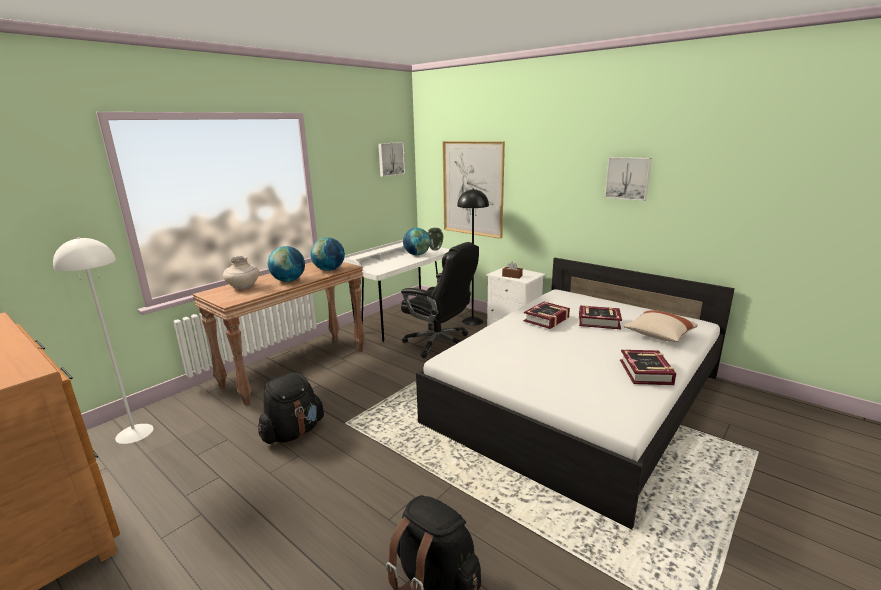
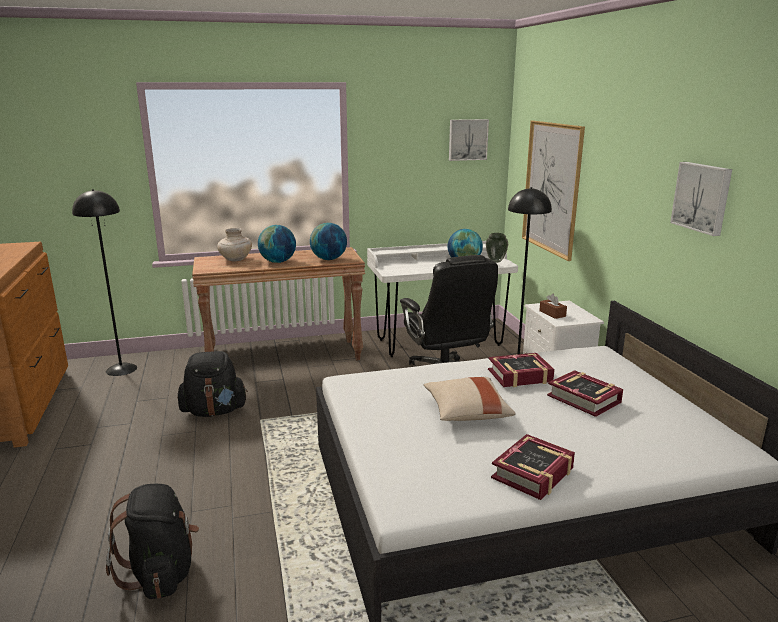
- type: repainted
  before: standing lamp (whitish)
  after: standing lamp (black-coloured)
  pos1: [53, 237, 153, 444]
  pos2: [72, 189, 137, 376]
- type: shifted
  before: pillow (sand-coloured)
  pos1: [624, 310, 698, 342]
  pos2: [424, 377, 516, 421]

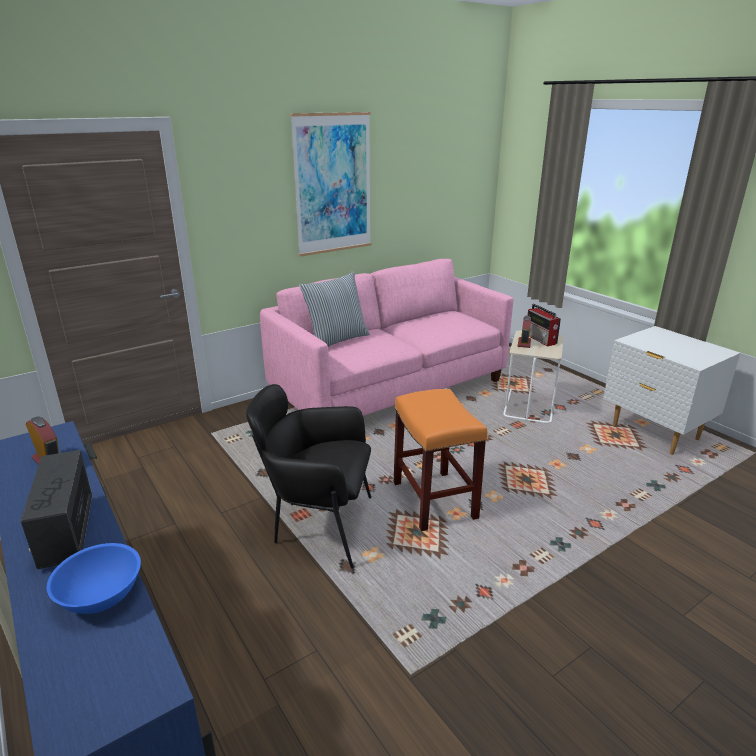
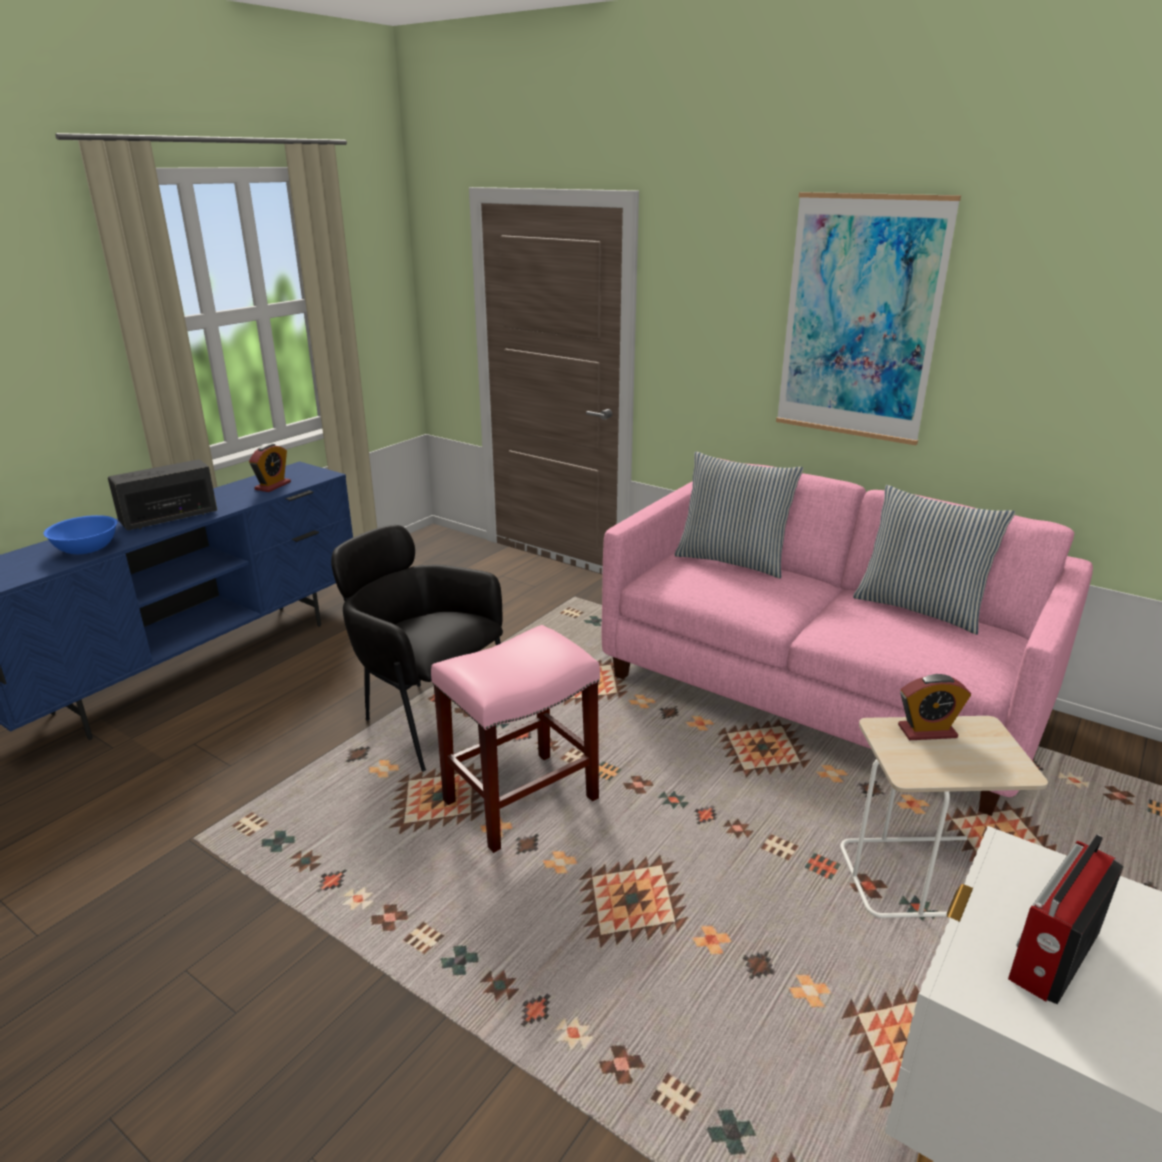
- type: rotated
  before: armchair (black-coloured)
  pos1: [246, 384, 372, 569]
  pos2: [331, 525, 503, 772]
  turn: -45
- type: repainted
  before: stool (orange)
  after: stool (pink)
  pos1: [394, 389, 487, 531]
  pos2: [431, 625, 600, 853]
- type: new
  after: pillow
  pos2: [853, 485, 1015, 635]
- type: shifted
  before: radio
  pos1: [527, 304, 561, 346]
  pos2: [1008, 834, 1124, 1005]

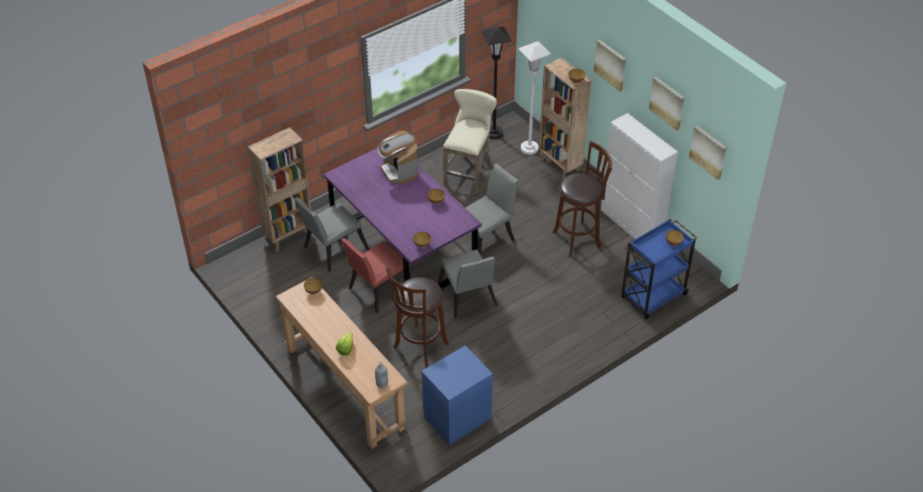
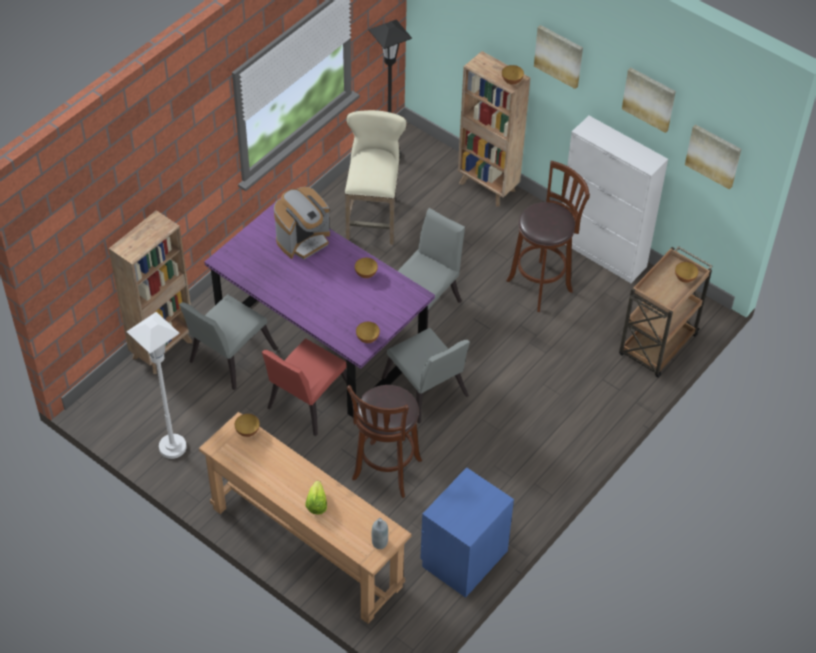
- type: shifted
  before: standing lamp (whitish)
  pos1: [518, 41, 551, 155]
  pos2: [127, 312, 187, 459]
- type: rotated
  before: coffee brewer
  pos1: [377, 130, 418, 185]
  pos2: [274, 187, 330, 260]
  turn: -90
- type: repainted
  before: cart (bluish)
  after: cart (brown-coloured)
  pos1: [621, 219, 698, 319]
  pos2: [619, 246, 713, 378]

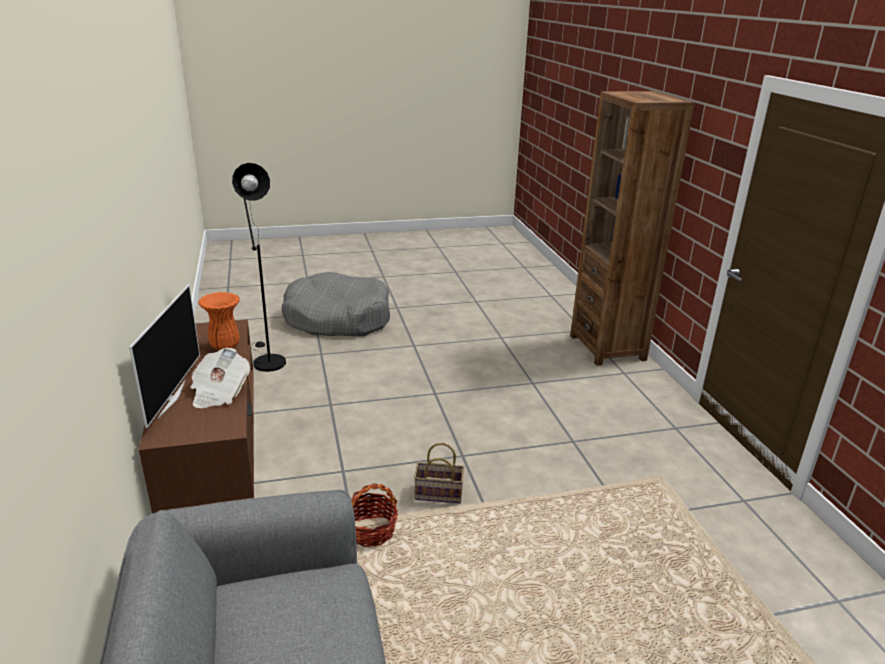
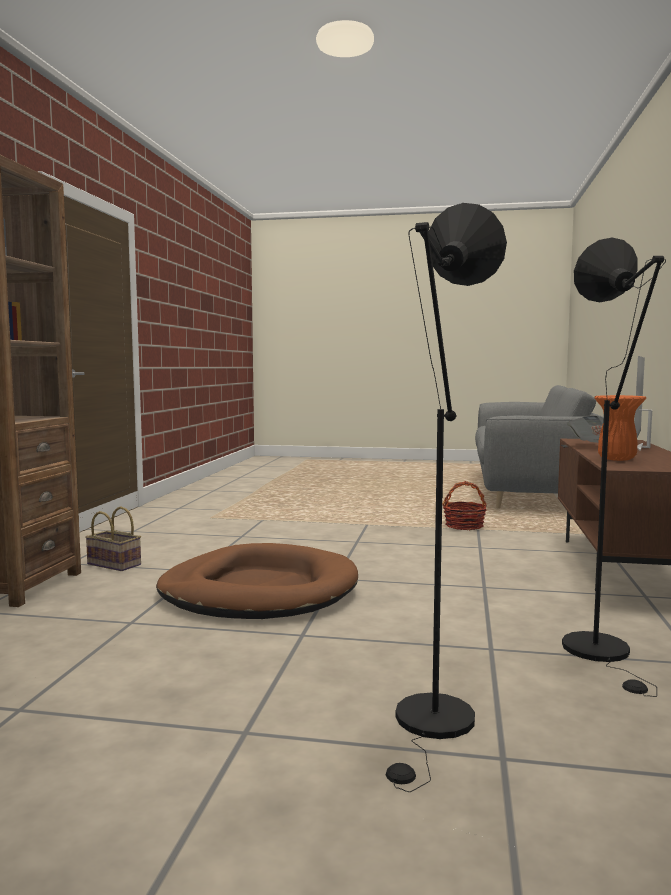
- type: shifted
  before: storage basket
  pos1: [414, 443, 464, 504]
  pos2: [85, 506, 141, 571]
- type: new
  after: pet bed (brown-coloured)
  pos2: [156, 543, 358, 619]
- type: swapped
  before: pet bed (gray)
  after: standing lamp (black-coloured)
  pos1: [281, 272, 390, 336]
  pos2: [386, 203, 507, 792]

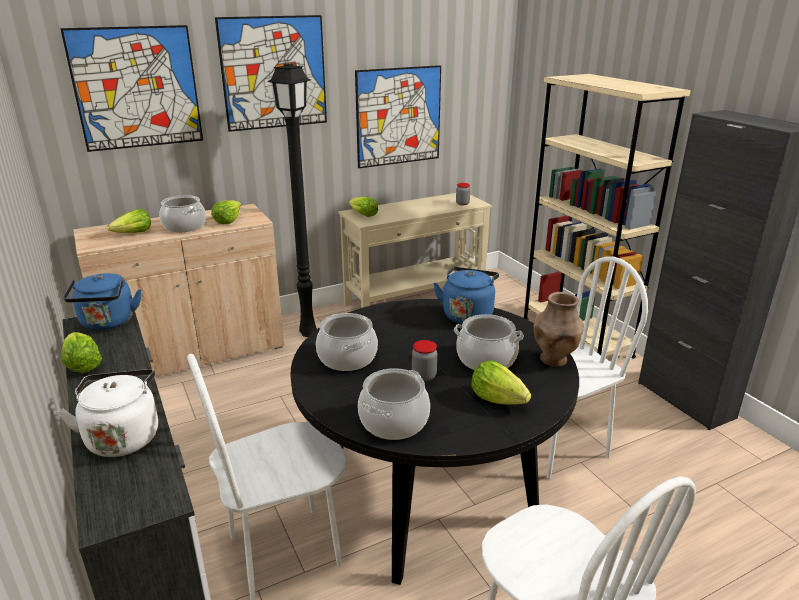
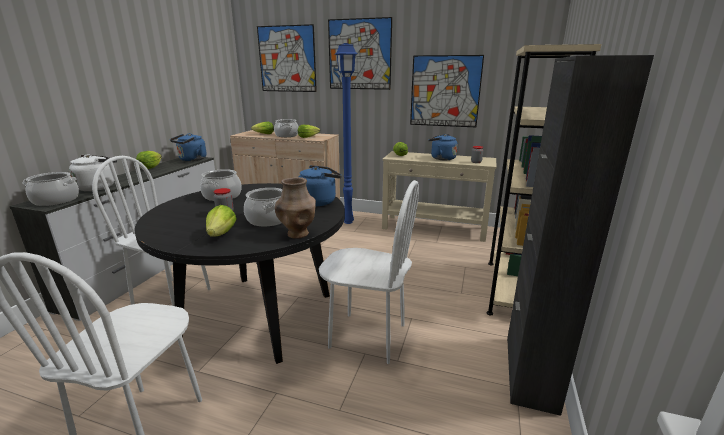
- type: shifted
  before: stockpot
  pos1: [358, 368, 430, 440]
  pos2: [23, 172, 79, 206]
- type: repainted
  before: standing lamp (black-coloured)
  after: standing lamp (bluish)
  pos1: [267, 64, 317, 337]
  pos2: [335, 43, 358, 224]
- type: new
  after: tea kettle (bluish)
  pos2: [428, 134, 458, 160]

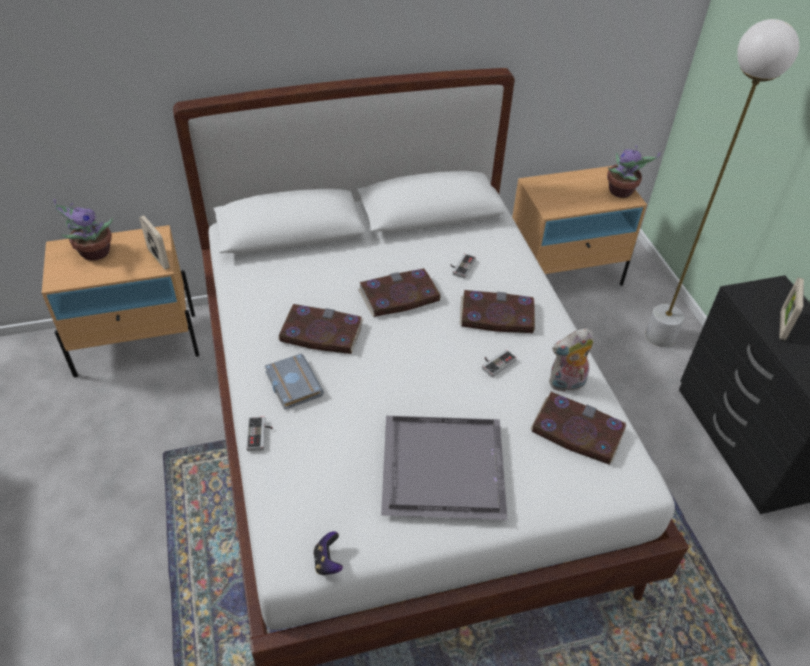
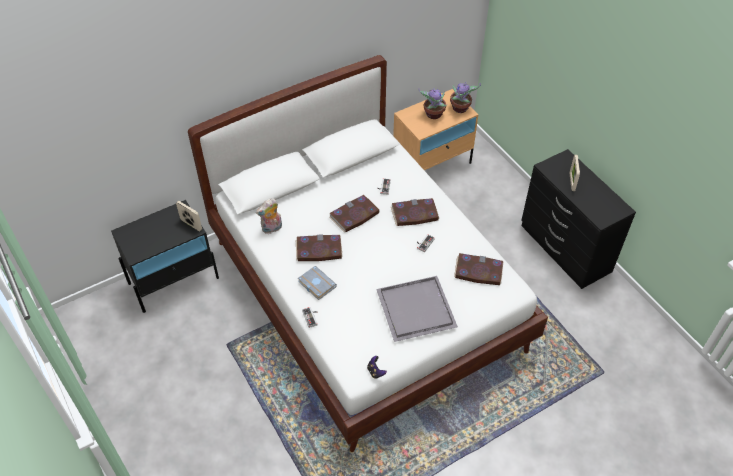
- type: repainted
  before: nightstand (sand-coloured)
  after: nightstand (black-coloured)
  pos1: [42, 225, 199, 377]
  pos2: [111, 200, 219, 313]
- type: shifted
  before: plush toy
  pos1: [549, 328, 594, 392]
  pos2: [256, 198, 282, 234]
- type: shifted
  before: houseplant
  pos1: [53, 199, 113, 261]
  pos2: [418, 88, 447, 119]
- type: gone
  before: standing lamp (whitish)
  pos1: [645, 19, 799, 347]

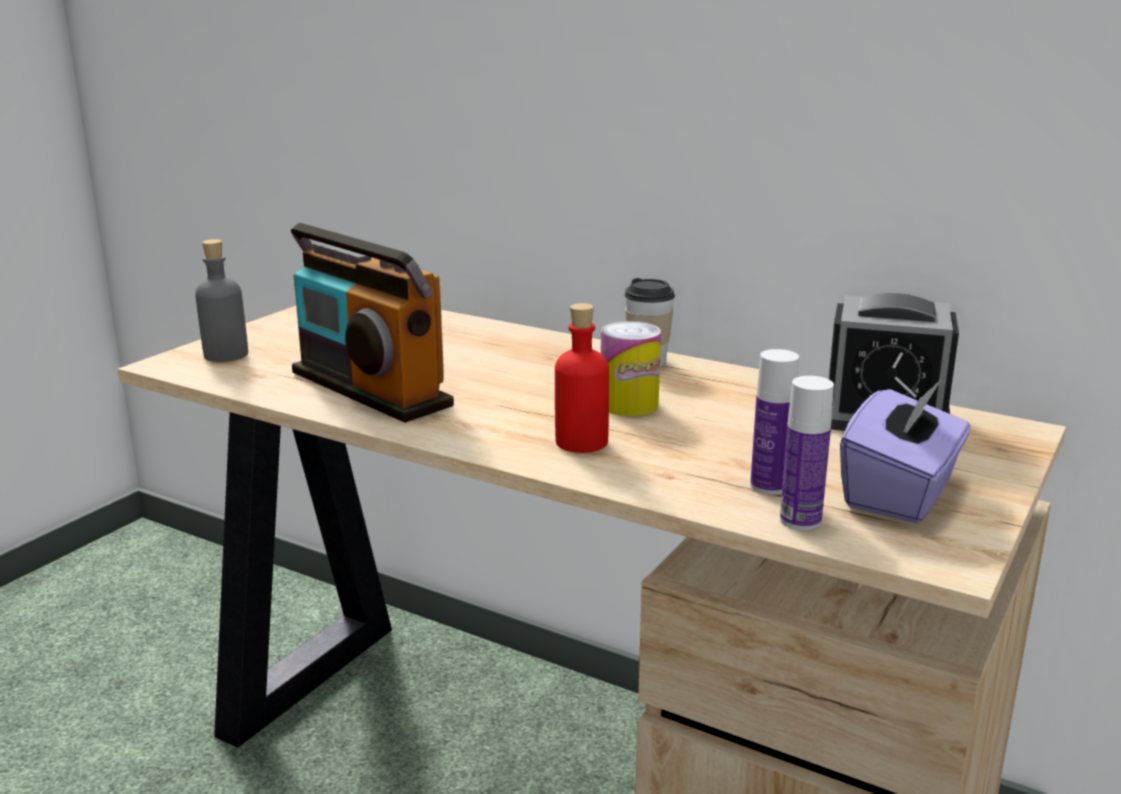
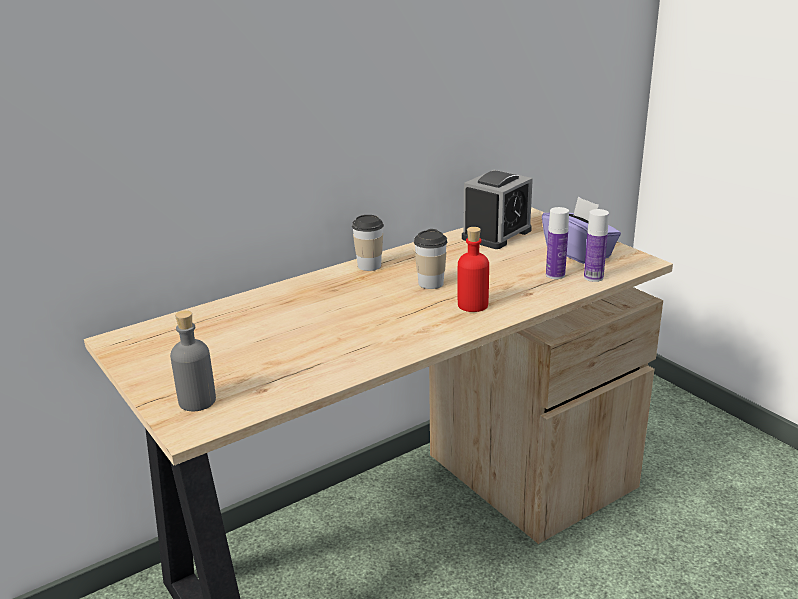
- type: swapped
  before: can
  after: small cup
  pos1: [601, 321, 661, 416]
  pos2: [414, 229, 447, 289]
- type: gone
  before: radio
  pos1: [291, 223, 454, 423]

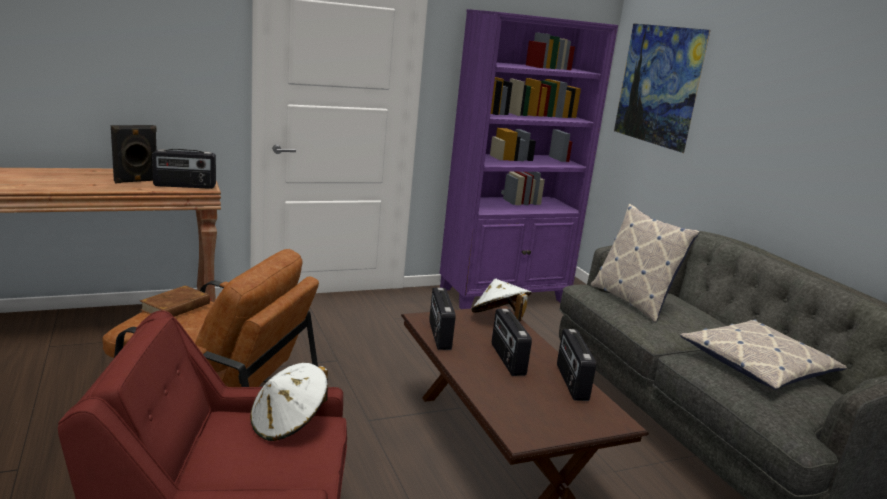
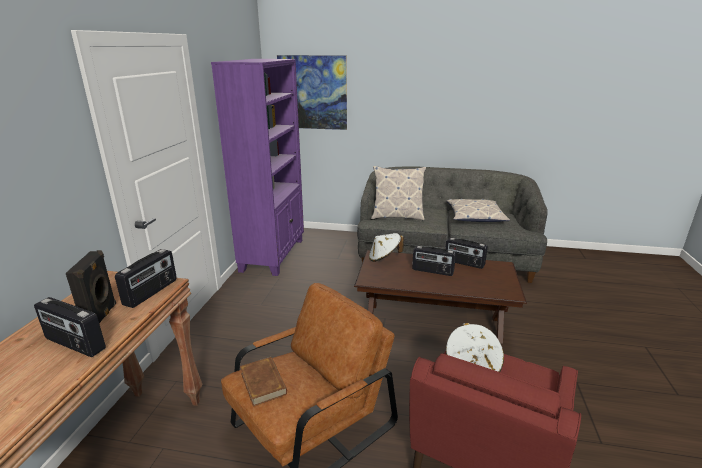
- type: shifted
  before: radio
  pos1: [429, 288, 456, 350]
  pos2: [34, 297, 106, 357]

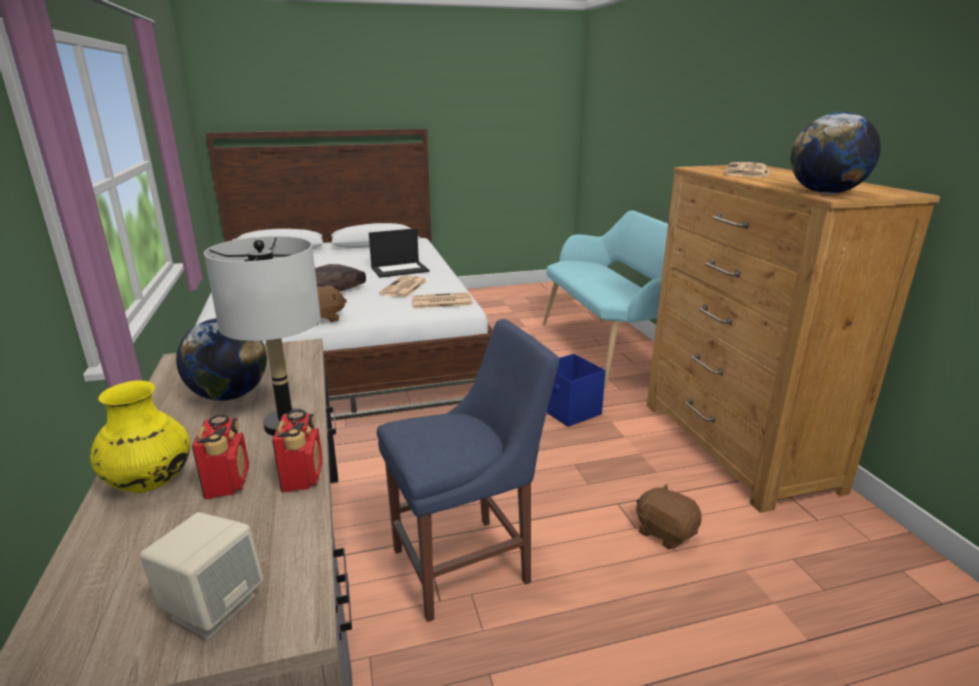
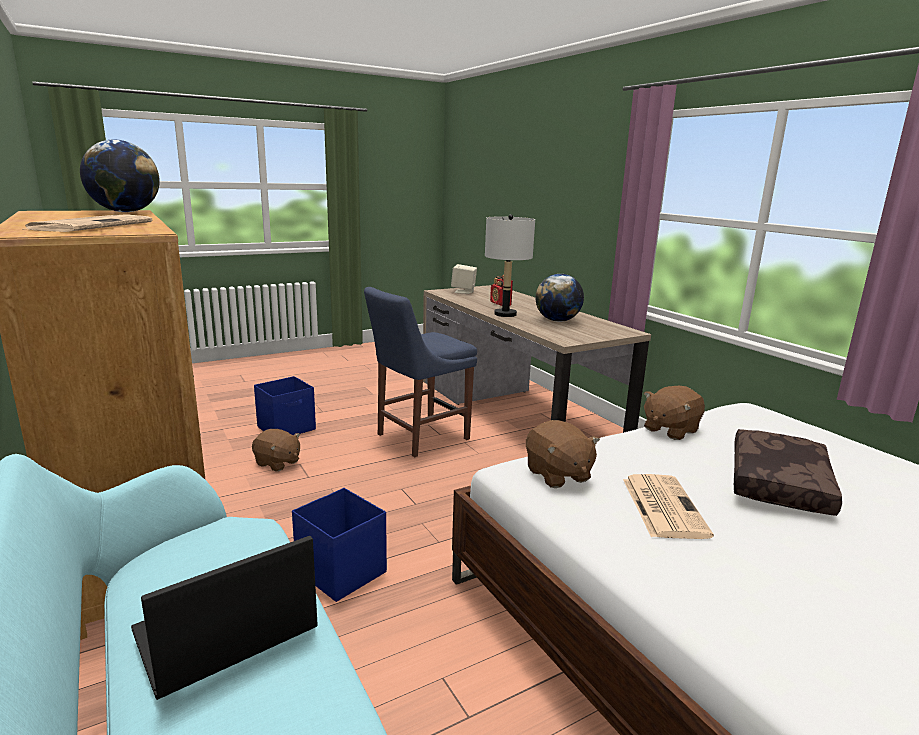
- type: shifted
  before: portable computer
  pos1: [369, 228, 429, 278]
  pos2: [131, 536, 318, 700]
- type: new
  after: storage bin (bluish)
  pos2: [254, 376, 316, 435]
- type: swapped
  before: newspaper
  after: plush toy (brown-coloured)
  pos1: [412, 292, 473, 309]
  pos2: [526, 420, 600, 488]
- type: gone
  before: decorative vase (yellowish)
  pos1: [90, 380, 190, 493]
- type: gone
  before: radio
  pos1: [272, 409, 323, 492]

